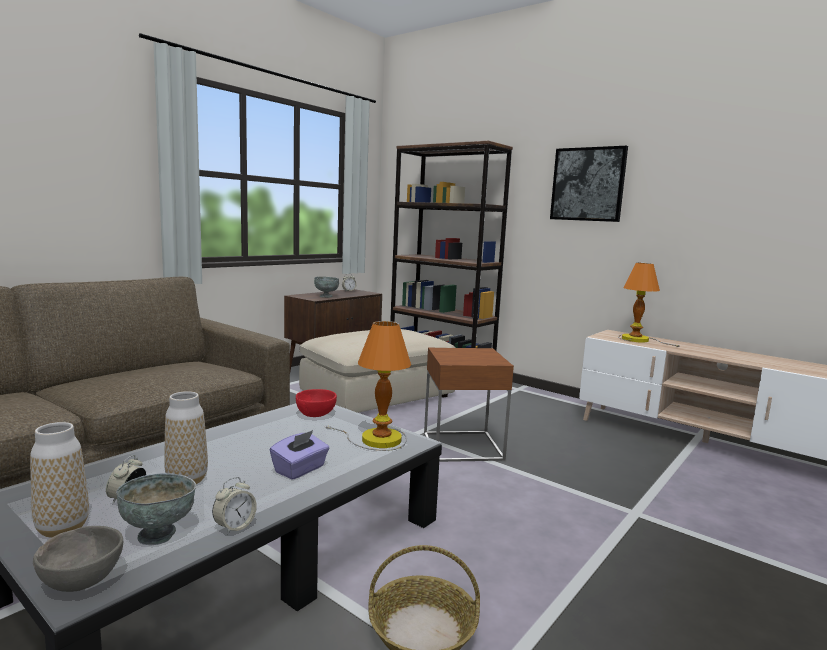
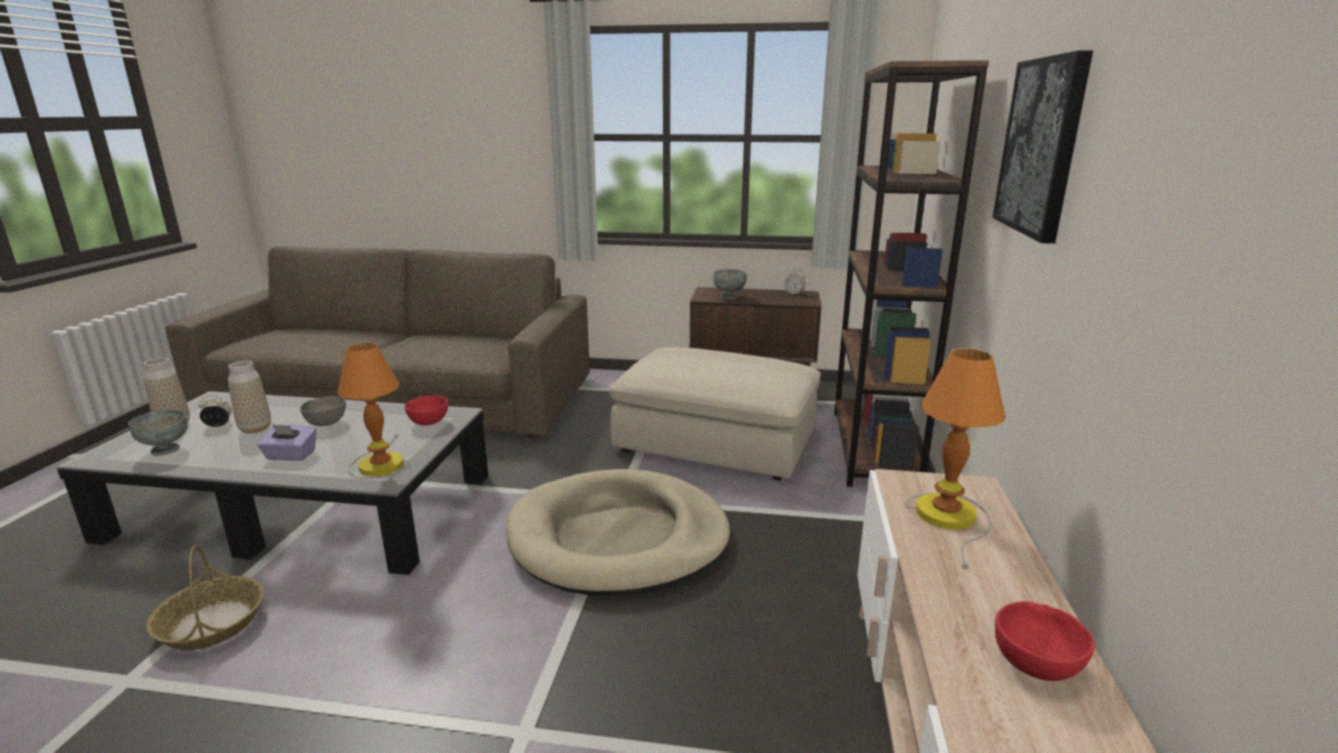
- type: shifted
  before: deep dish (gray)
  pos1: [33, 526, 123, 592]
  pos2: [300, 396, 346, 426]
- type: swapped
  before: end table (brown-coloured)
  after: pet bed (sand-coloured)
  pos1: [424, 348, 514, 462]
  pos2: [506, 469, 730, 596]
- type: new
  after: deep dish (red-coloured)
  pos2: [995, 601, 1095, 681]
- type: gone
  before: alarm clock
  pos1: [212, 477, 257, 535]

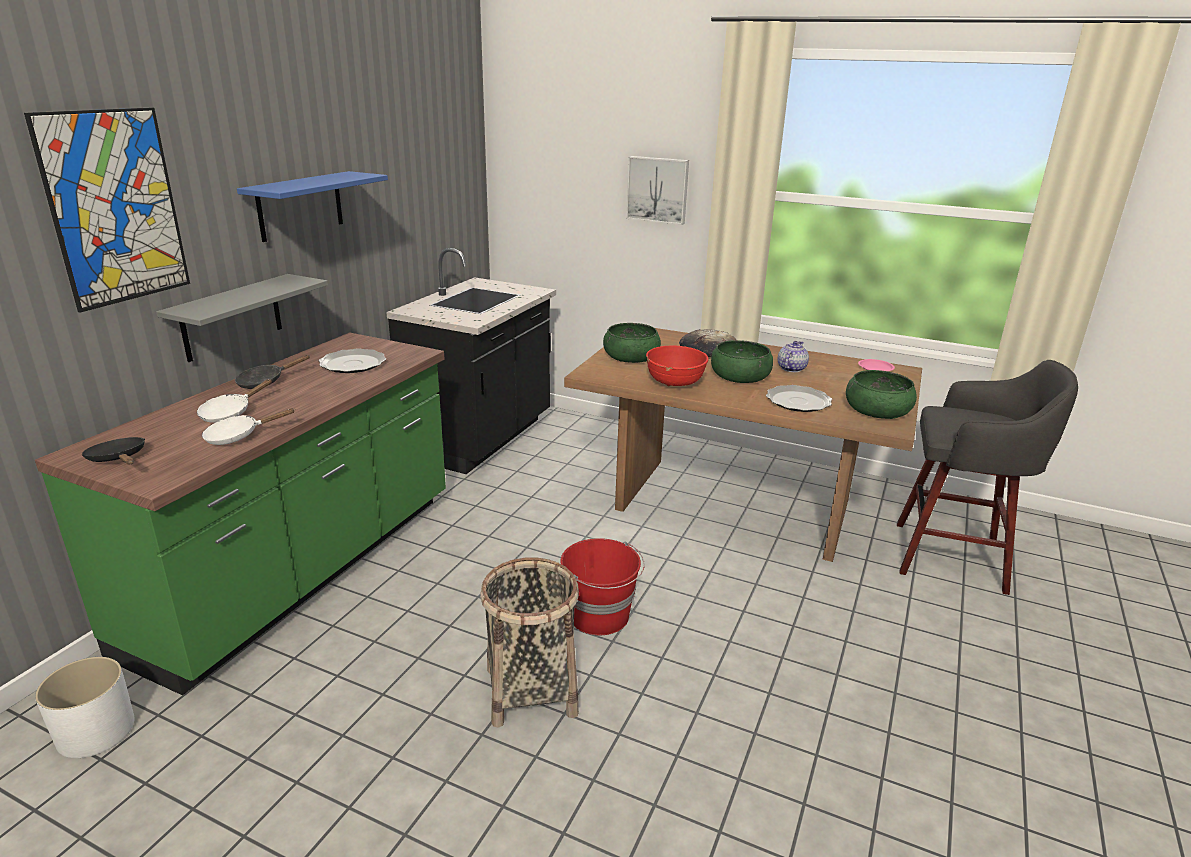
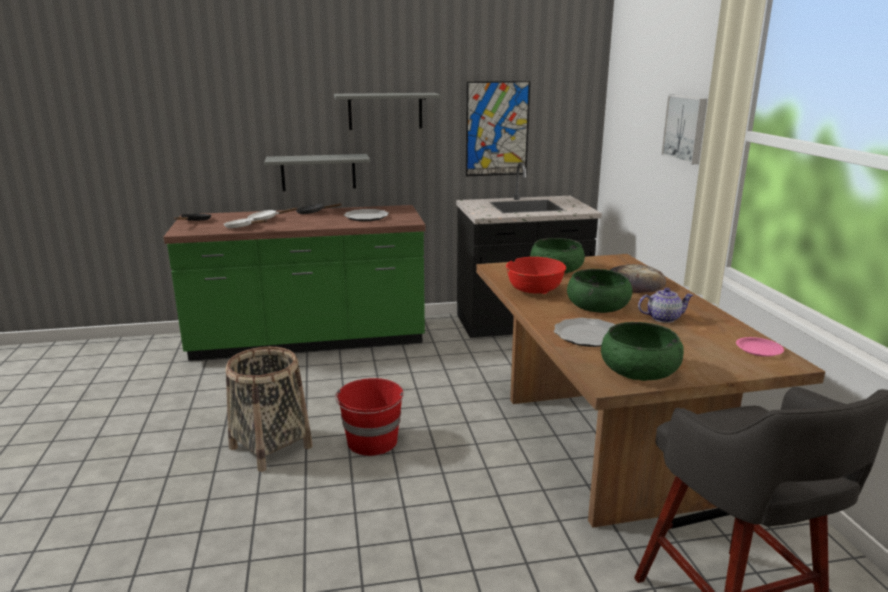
- type: repainted
  before: shelf (bluish)
  after: shelf (gray)
  pos1: [237, 171, 388, 242]
  pos2: [334, 93, 441, 130]
- type: shifted
  before: wall art
  pos1: [24, 108, 190, 313]
  pos2: [466, 81, 530, 176]
- type: gone
  before: planter (whitish)
  pos1: [35, 657, 135, 758]

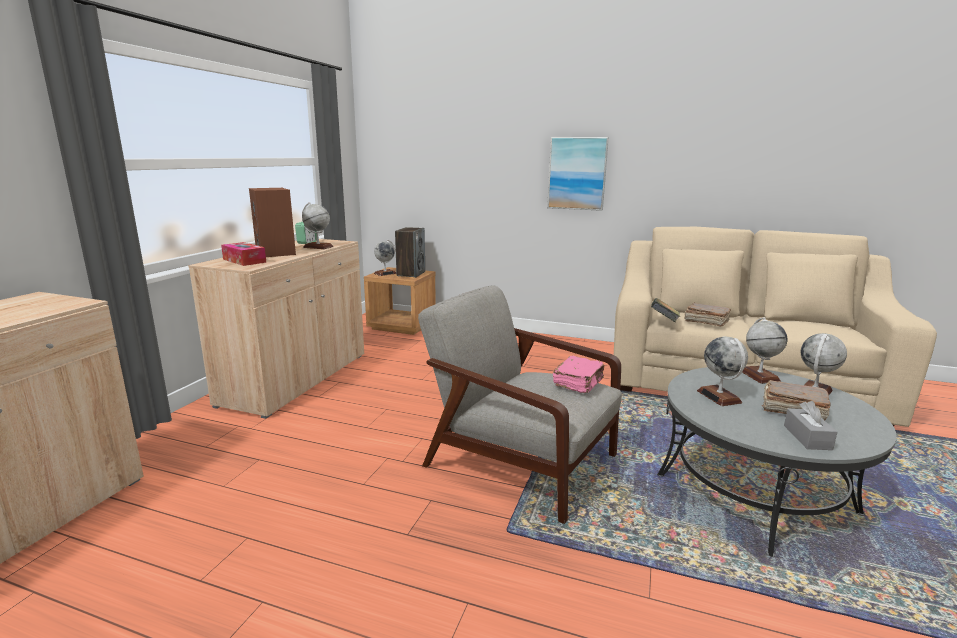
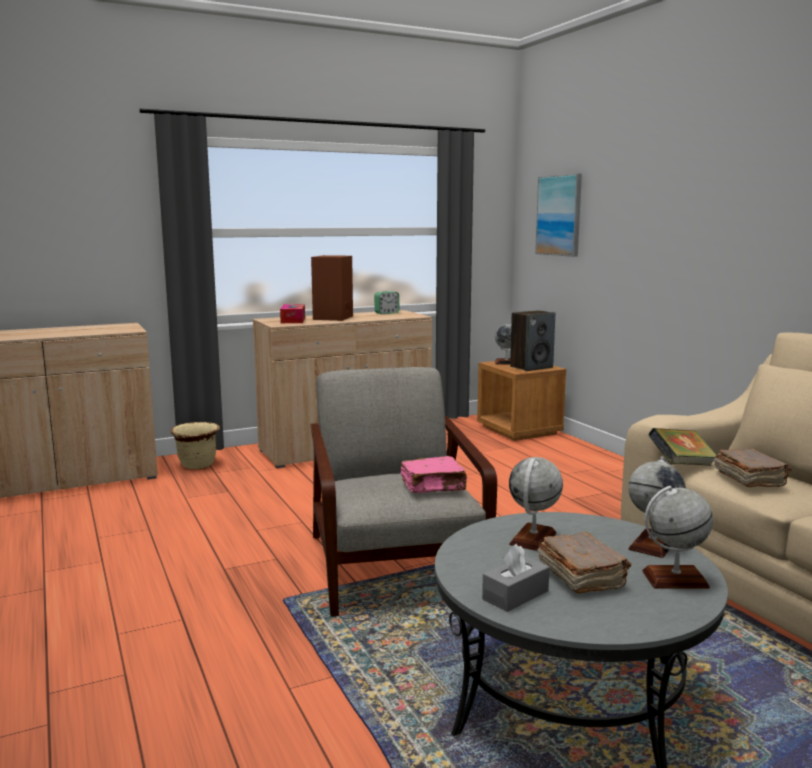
- type: new
  after: planter (sand-coloured)
  pos2: [171, 422, 220, 469]
- type: shifted
  before: wall art
  pos1: [547, 137, 609, 211]
  pos2: [535, 174, 582, 257]
- type: gone
  before: world globe
  pos1: [302, 202, 333, 249]

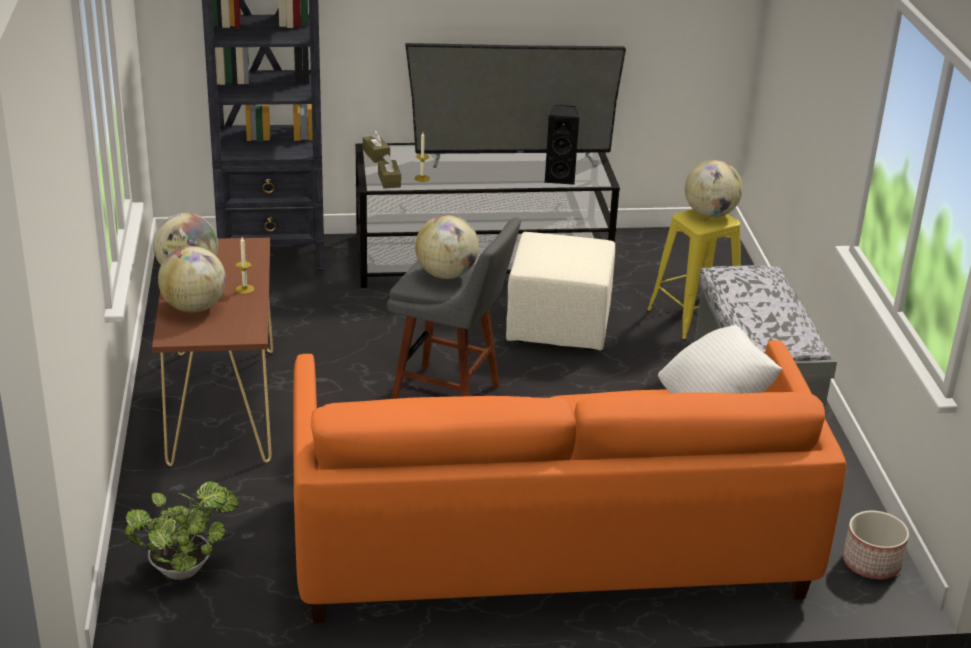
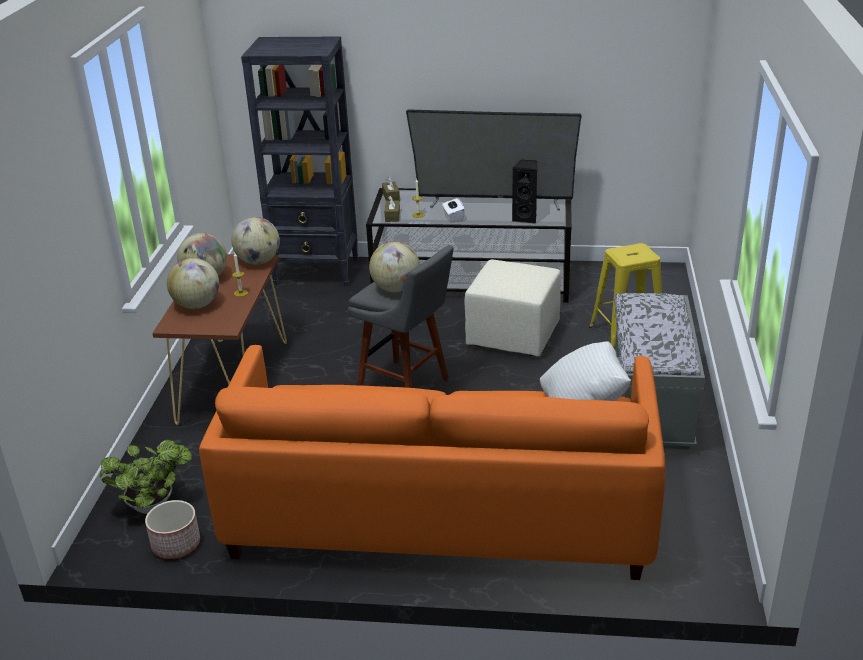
- type: shifted
  before: planter
  pos1: [843, 511, 909, 579]
  pos2: [145, 500, 200, 559]
- type: shifted
  before: world globe
  pos1: [685, 160, 743, 217]
  pos2: [232, 217, 280, 265]
- type: new
  after: tissue box (whitish)
  pos2: [442, 197, 465, 223]

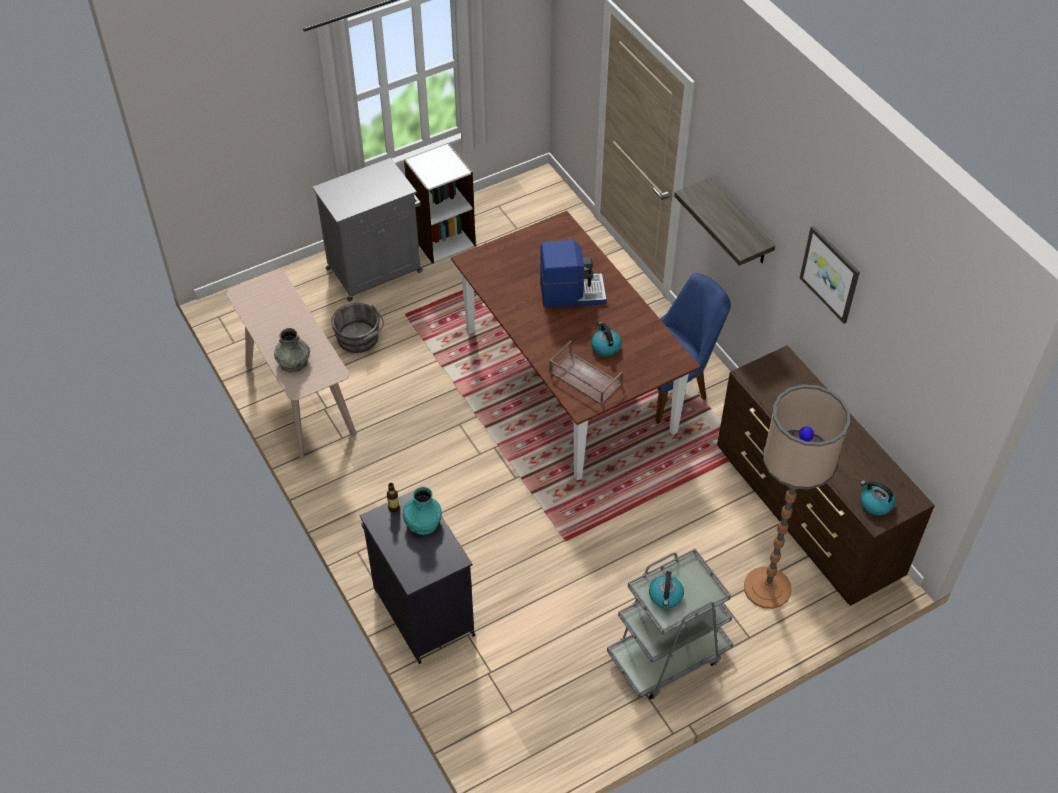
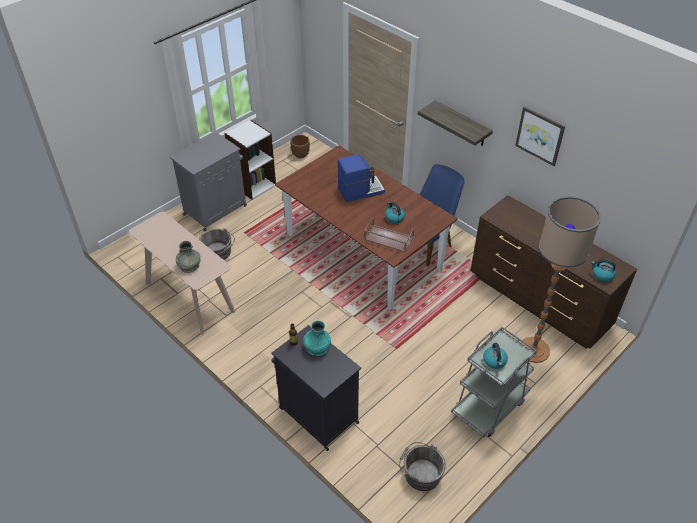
- type: new
  after: planter (brown-coloured)
  pos2: [290, 135, 310, 158]
- type: new
  after: pail (gray)
  pos2: [399, 442, 446, 491]

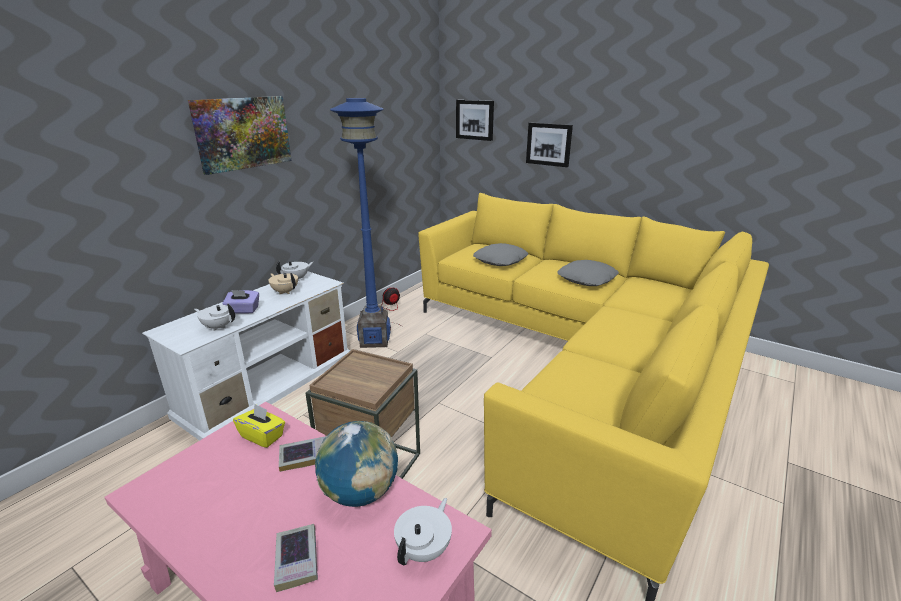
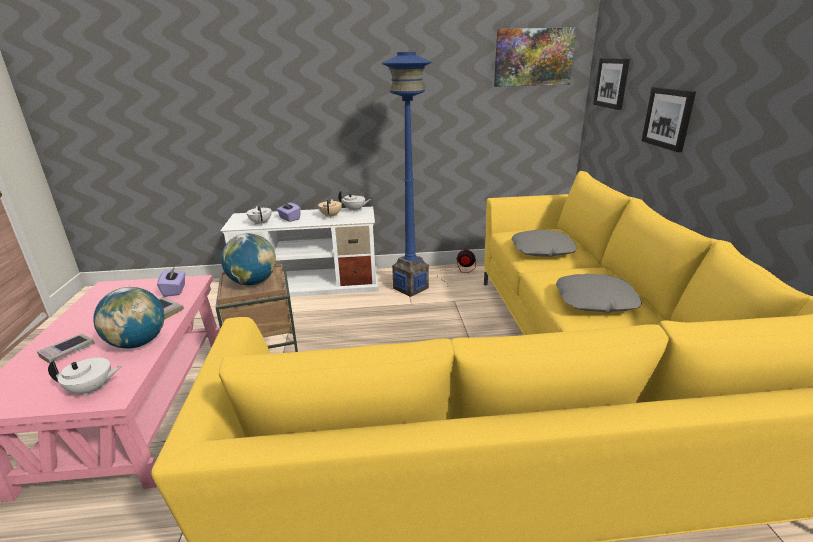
- type: repainted
  before: tissue box (yellowish)
  after: tissue box (purple)
  pos1: [233, 404, 285, 448]
  pos2: [157, 266, 185, 297]
- type: new
  after: world globe
  pos2: [221, 233, 276, 285]
- type: shifted
  before: wall art
  pos1: [188, 96, 292, 175]
  pos2: [494, 27, 577, 87]

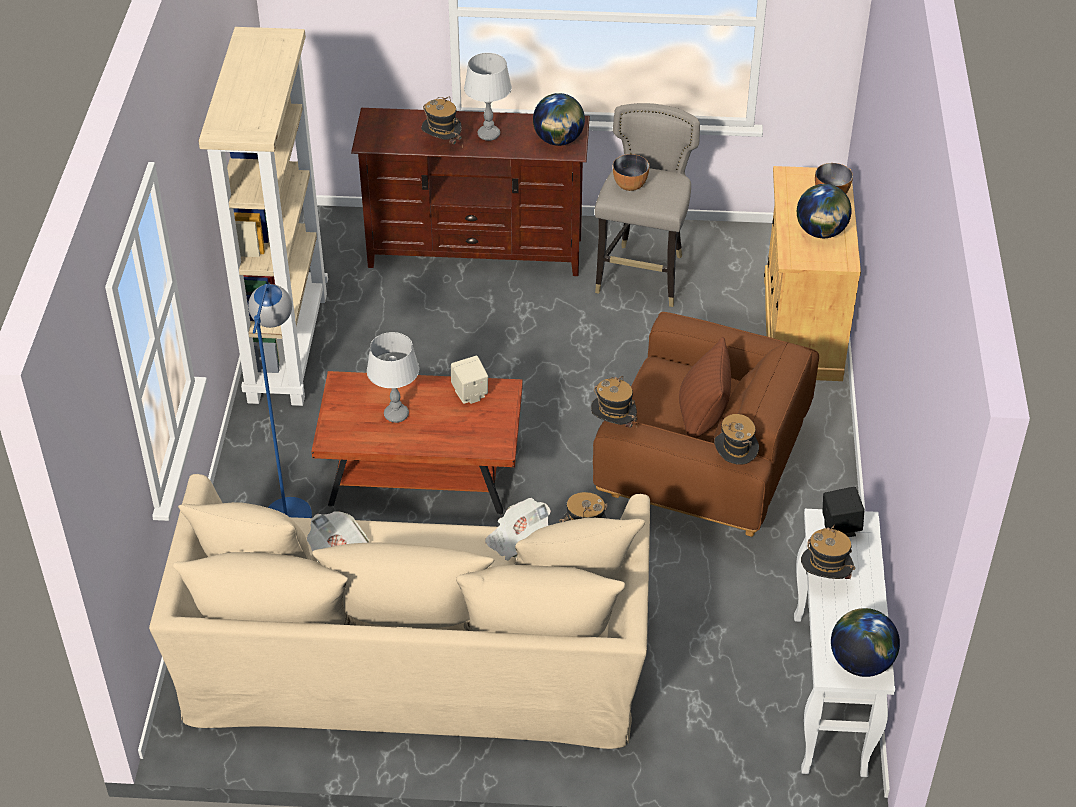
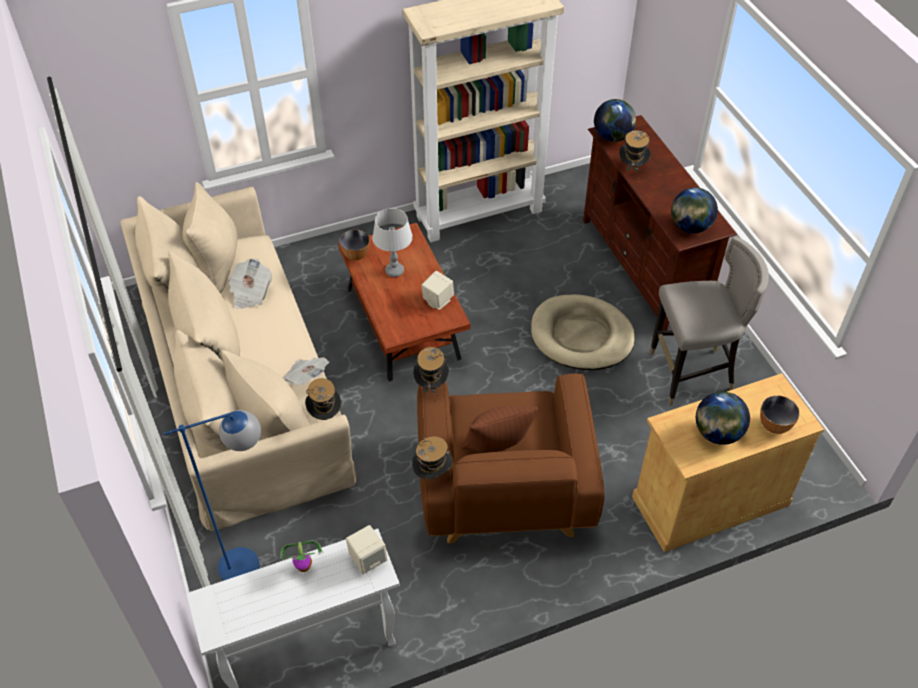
- type: shifted
  before: standing lamp (bluish)
  pos1: [248, 284, 312, 518]
  pos2: [164, 410, 261, 581]
- type: swapped
  before: wearable hat
  after: houseplant
  pos1: [801, 525, 856, 579]
  pos2: [279, 540, 323, 572]
- type: shifted
  before: deep dish
  pos1: [613, 154, 650, 191]
  pos2: [339, 230, 370, 260]
- type: repainted
  before: audio speaker (black-coloured)
  after: audio speaker (sand-coloured)
  pos1: [822, 487, 864, 537]
  pos2: [346, 525, 388, 574]
- type: new
  after: pet bed (sand-coloured)
  pos2: [531, 294, 635, 370]
- type: shifted
  before: world globe
  pos1: [831, 608, 900, 677]
  pos2: [594, 99, 636, 142]
- type: gone
  before: table lamp (gray)
  pos1: [464, 53, 512, 141]

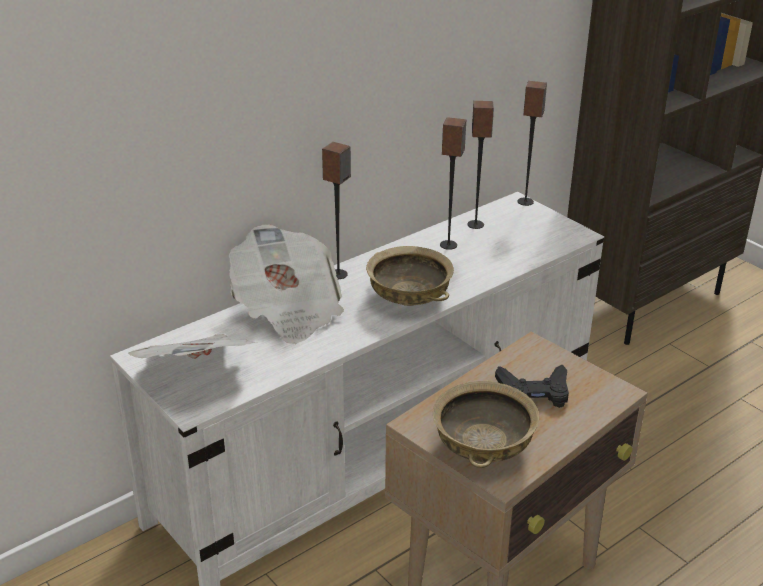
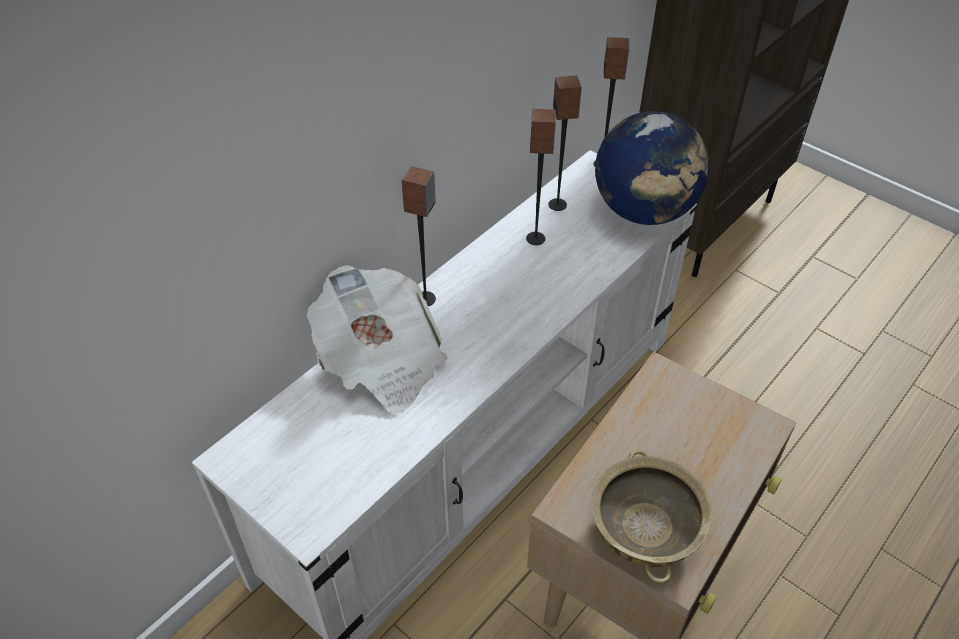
- type: new
  after: world globe
  pos2: [595, 111, 709, 225]
- type: gone
  before: newspaper
  pos1: [129, 334, 256, 359]
- type: gone
  before: deep dish (sand-coloured)
  pos1: [366, 246, 454, 306]
- type: gone
  before: gamepad (black-coloured)
  pos1: [495, 364, 569, 408]

